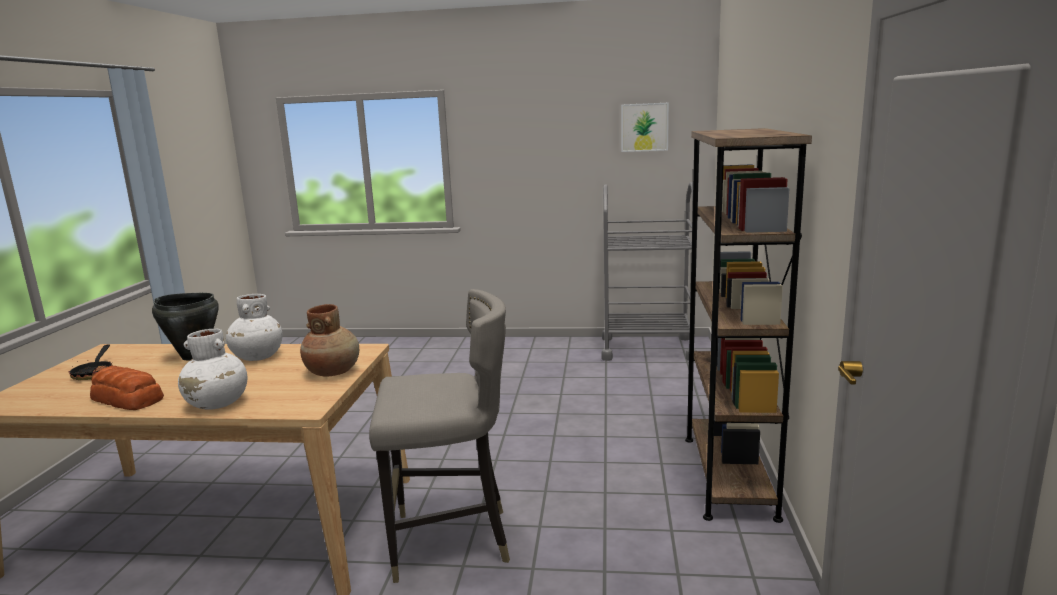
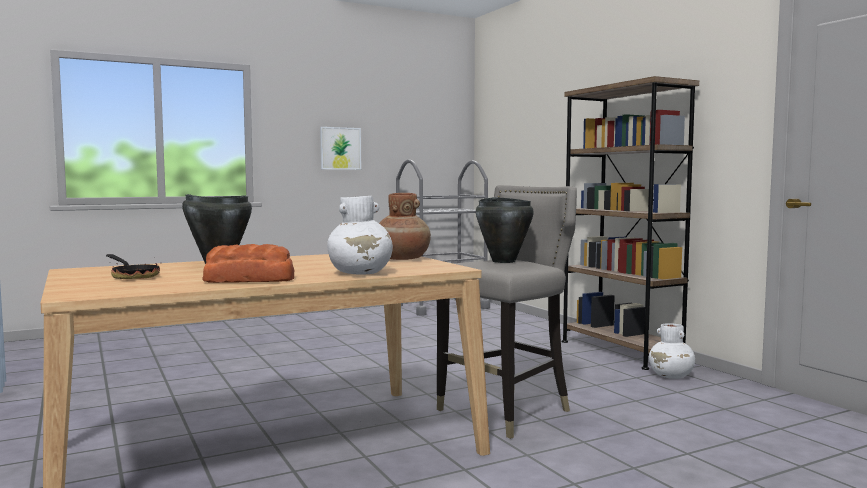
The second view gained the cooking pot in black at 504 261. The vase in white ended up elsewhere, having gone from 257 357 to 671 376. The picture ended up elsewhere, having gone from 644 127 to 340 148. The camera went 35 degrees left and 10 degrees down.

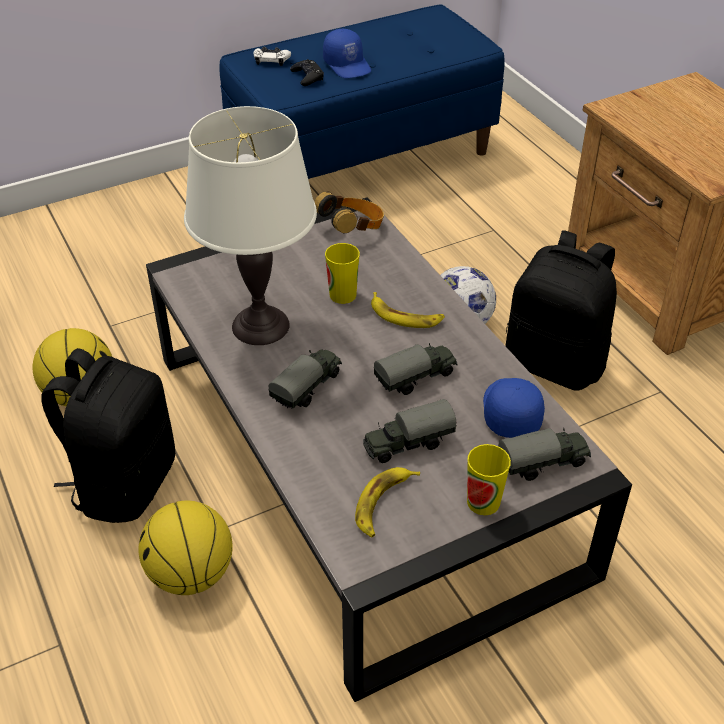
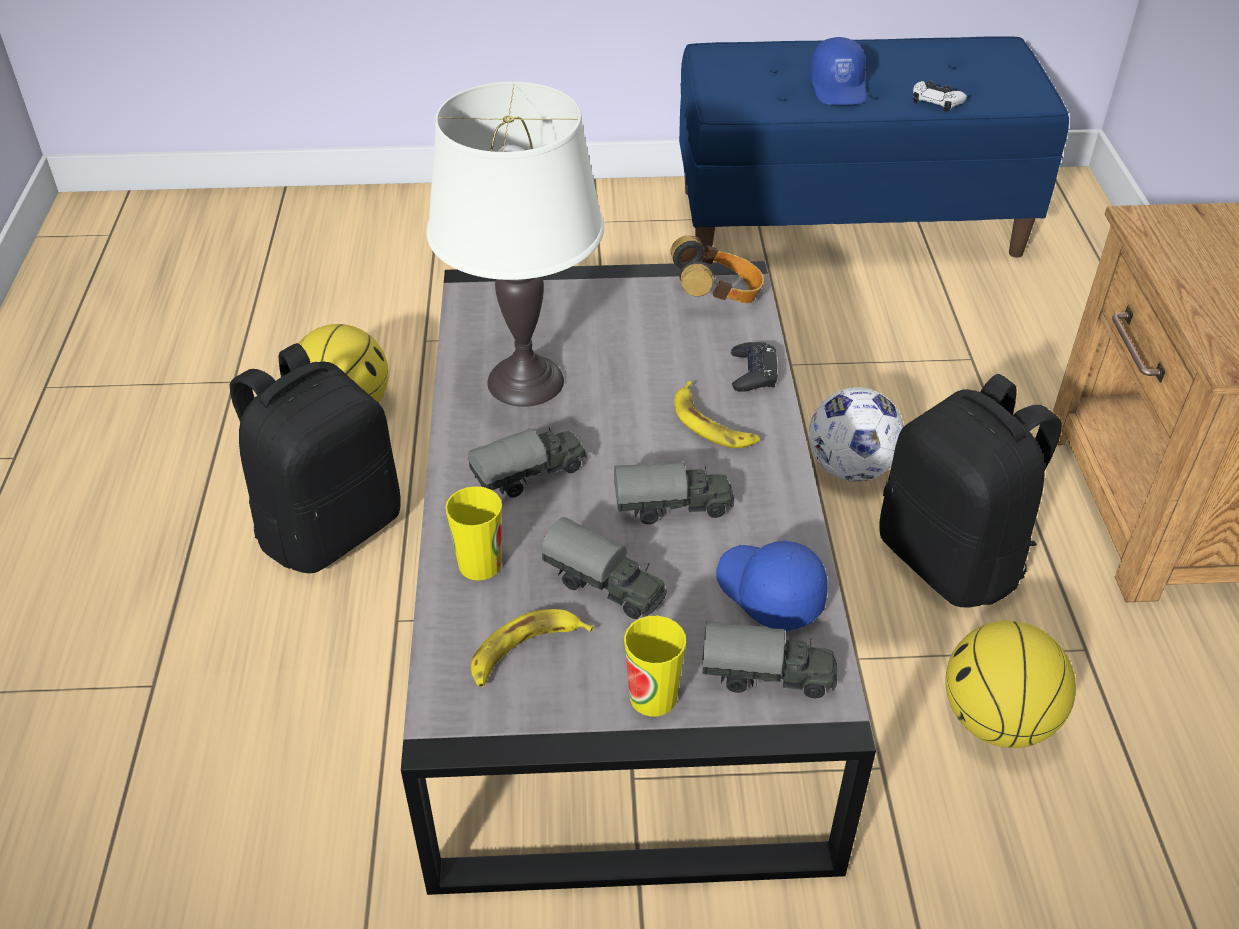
The basketball ended up elsewhere, having gone from 191 575 to 996 721. The game controller in white ended up elsewhere, having gone from 271 60 to 936 101. The game controller in black ended up elsewhere, having gone from 307 77 to 753 373. The cup ended up elsewhere, having gone from 343 295 to 480 564. The toy truck at 407 444 ended up facing another way, 150 degrees counterclockwise from before. The cap in blue at 509 412 ended up facing another way, 60 degrees counterclockwise from before. The camera went 25 degrees right and 0 degrees up.

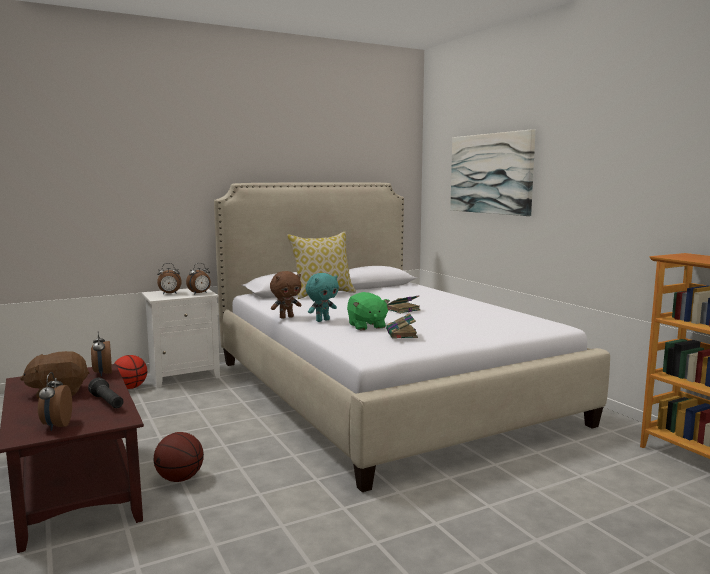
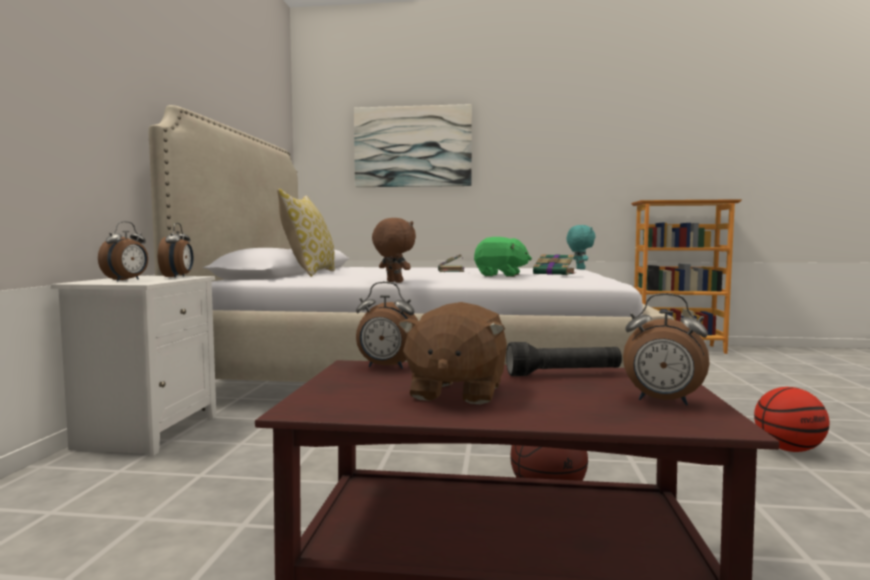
The basketball ended up elsewhere, having gone from 130 387 to 788 449. The plush toy in turquoise ended up elsewhere, having gone from 322 320 to 579 269. The plush toy in brown at 286 317 ended up facing another way, 45 degrees counterclockwise from before. The camera went 55 degrees left and 5 degrees down.

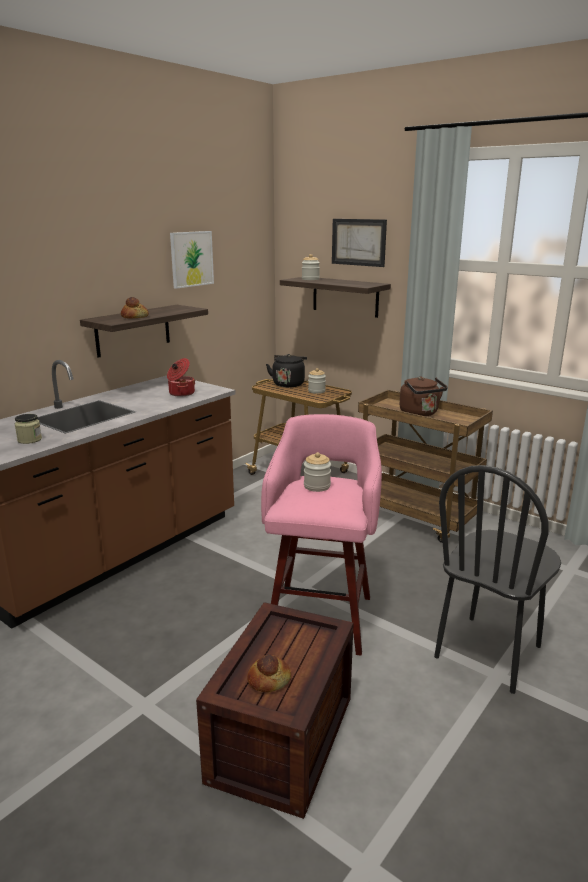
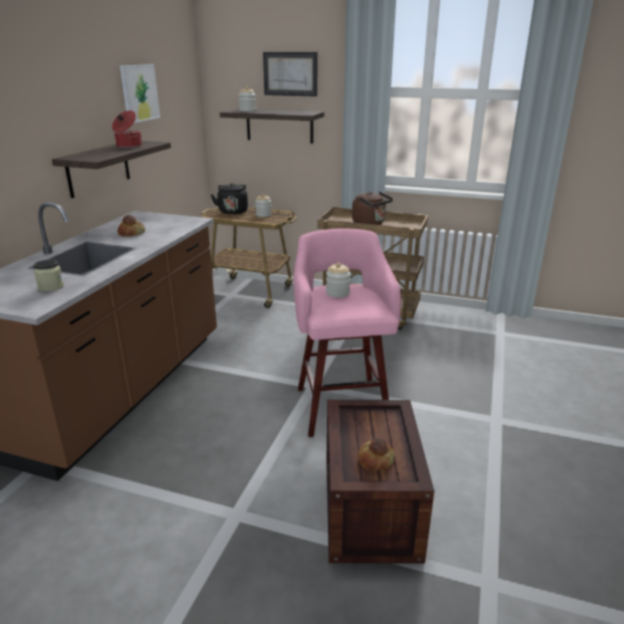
The second view lost the chair in black at 489 652. The bread ended up elsewhere, having gone from 135 317 to 131 233. The cooking pot ended up elsewhere, having gone from 181 393 to 128 146. The camera went 20 degrees left and 5 degrees up.

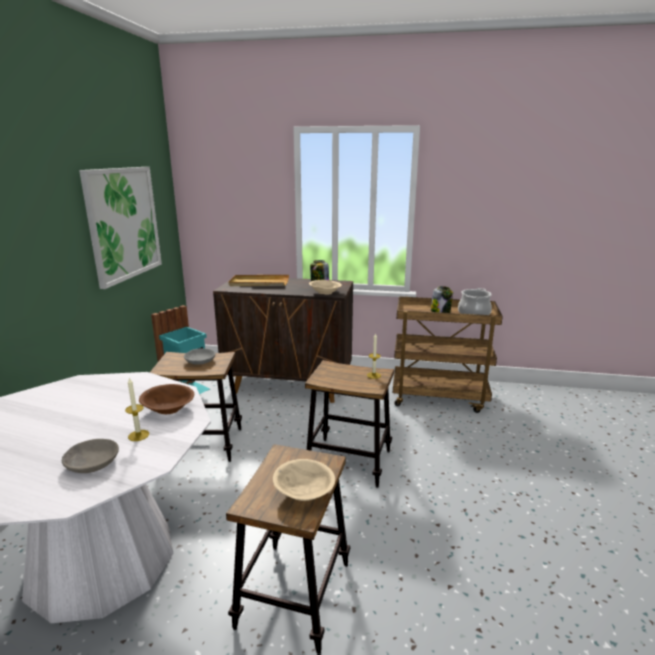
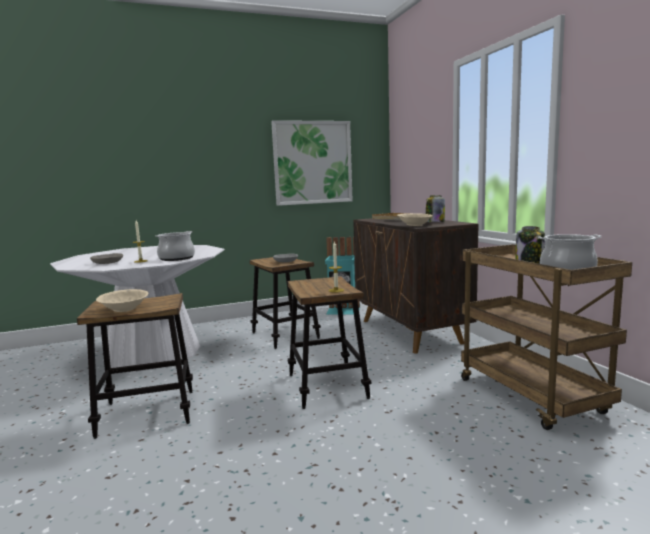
Where the bowl in brown stood at 168 409, the cooking pot came to stand at 176 258. The camera went 60 degrees right and 10 degrees down.

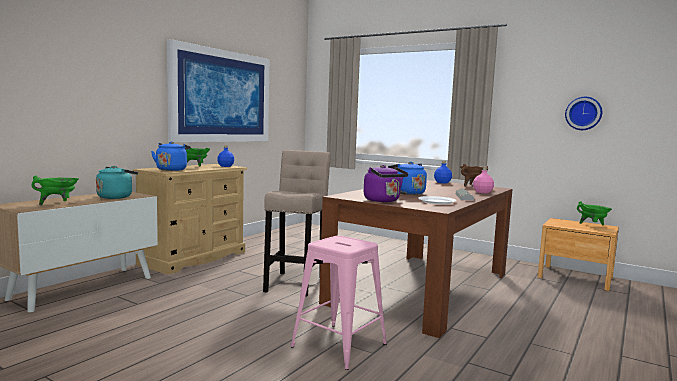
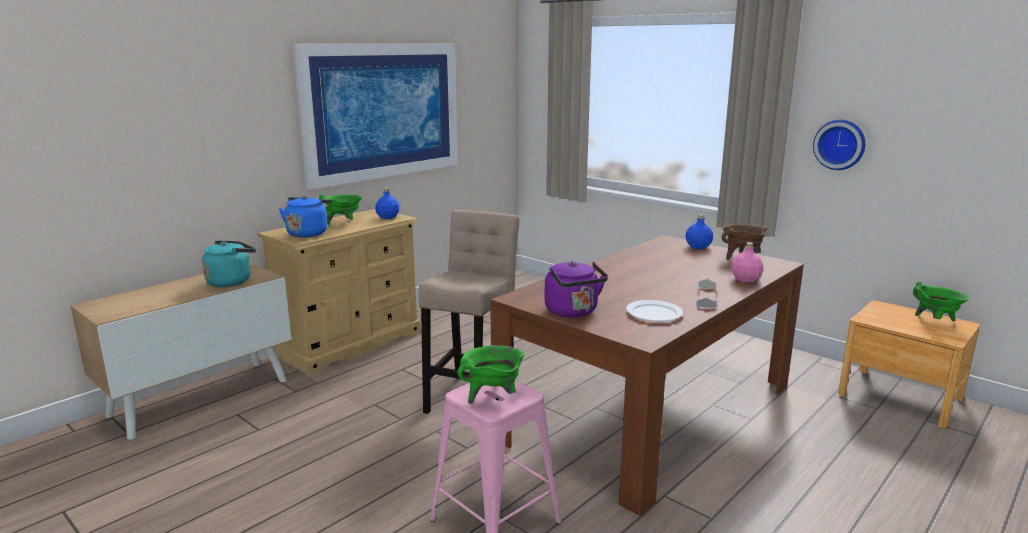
The second view lost the kettle in blue at 406 193. The cooking pot in green ended up elsewhere, having gone from 58 203 to 493 396. The wall clock ended up elsewhere, having gone from 583 113 to 840 144. The camera went 10 degrees right and 10 degrees up.

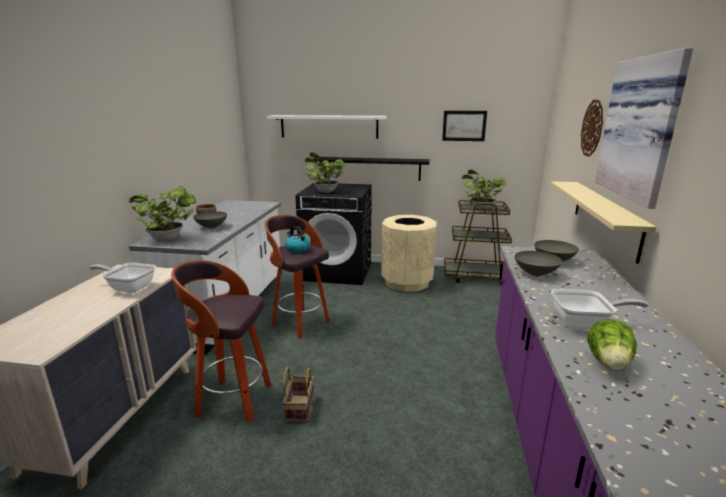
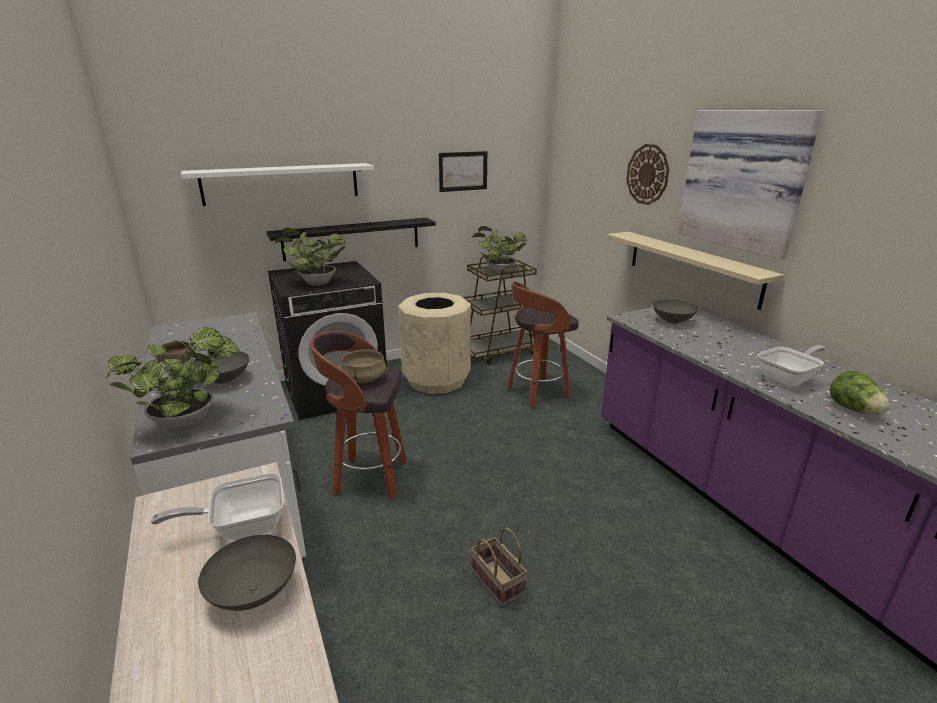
The stool ended up elsewhere, having gone from 232 400 to 536 394. The bowl in grey ended up elsewhere, having gone from 535 273 to 253 593. Where the kettle stood at 297 249, the cooking pot in beige came to stand at 364 378. The camera went 35 degrees left and 5 degrees up.

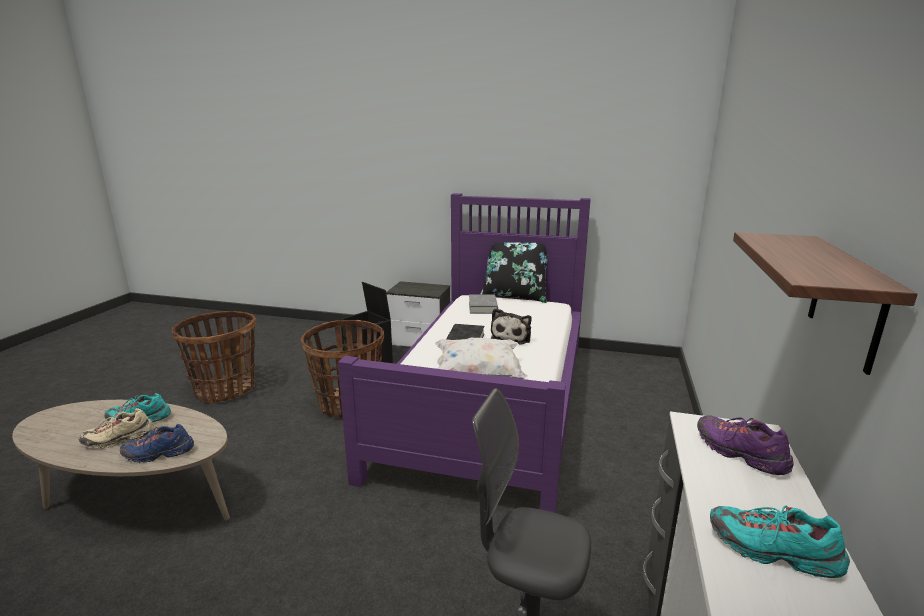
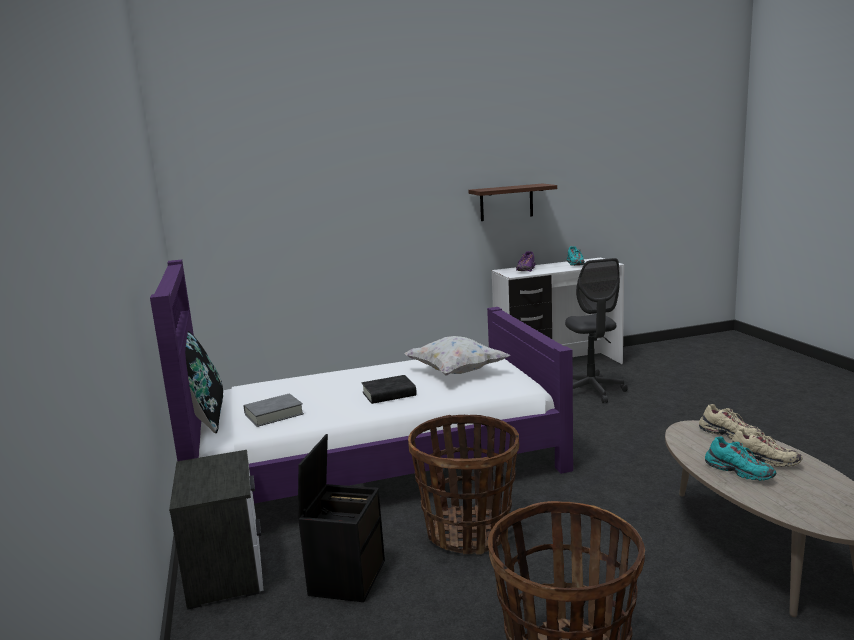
The second view lost the plush toy at 512 337. What was the shoe in blue at 159 454 turned into the shoe in beige at 729 435. The camera went 120 degrees left and 5 degrees down.

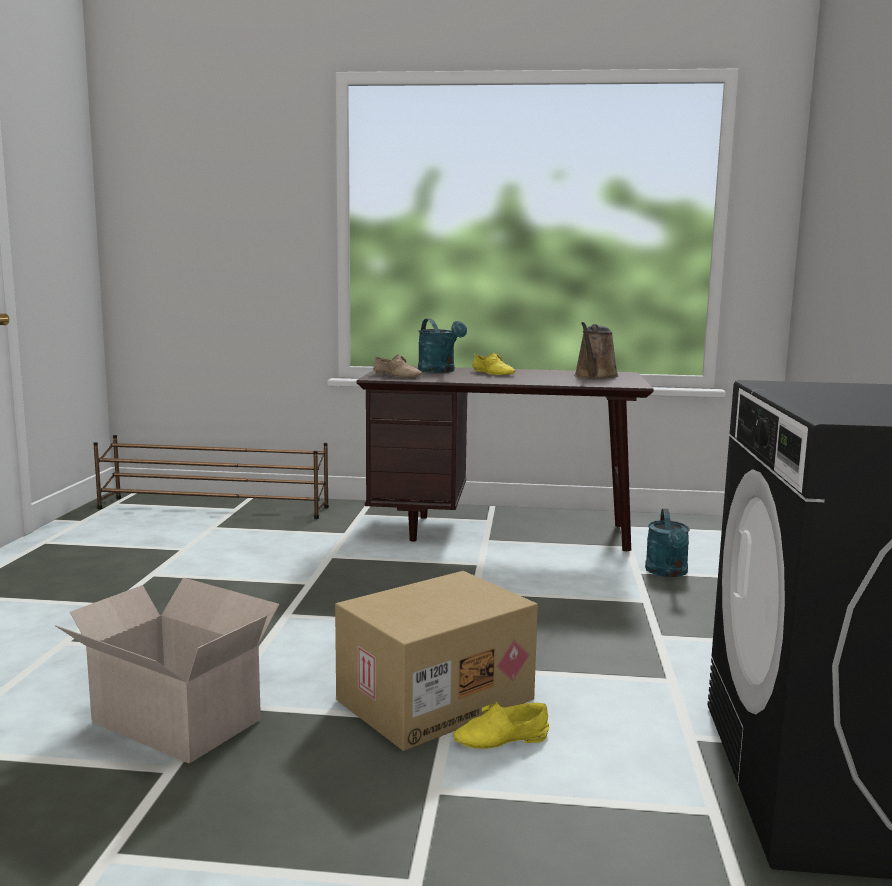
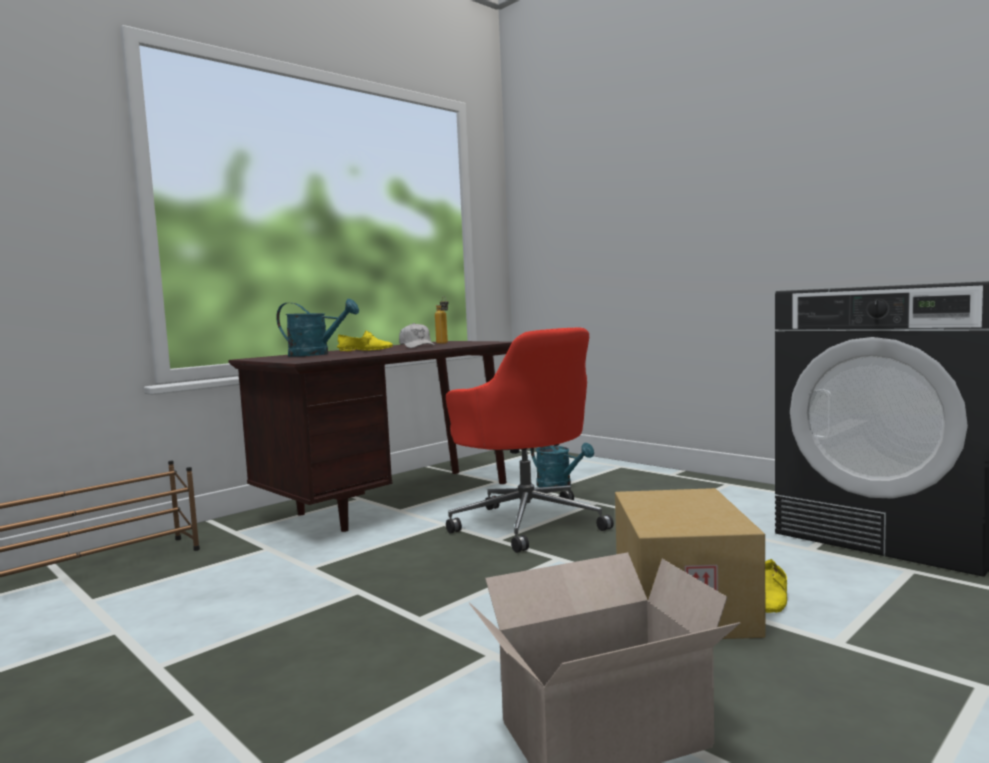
The second view lost the shoe in beige at 398 376. The second view gained the cap in white at 417 346. The second view gained the office chair in red at 527 522. Where the watering can in brown stood at 595 376, the bottle came to stand at 443 343. The camera went 50 degrees left and 5 degrees down.

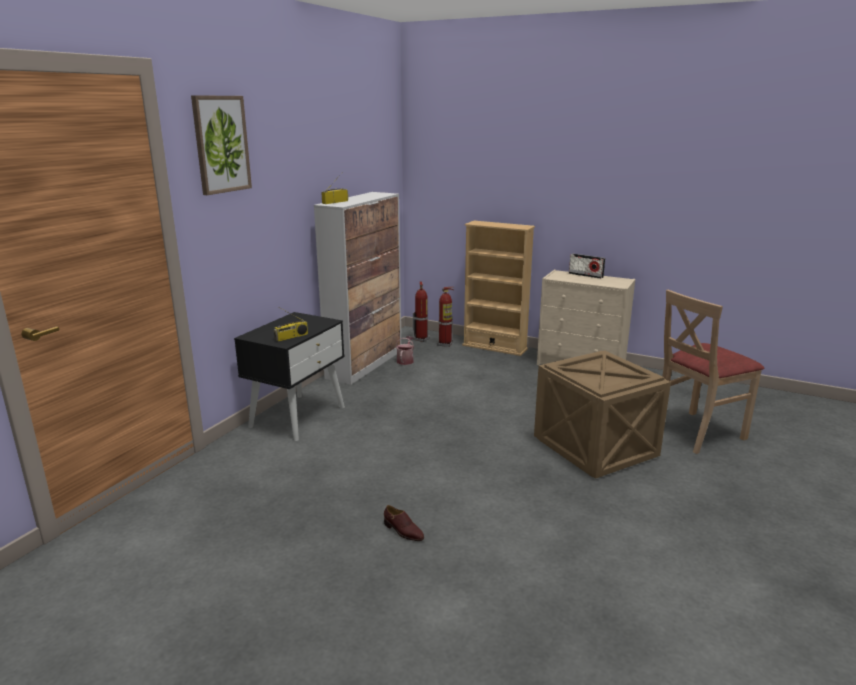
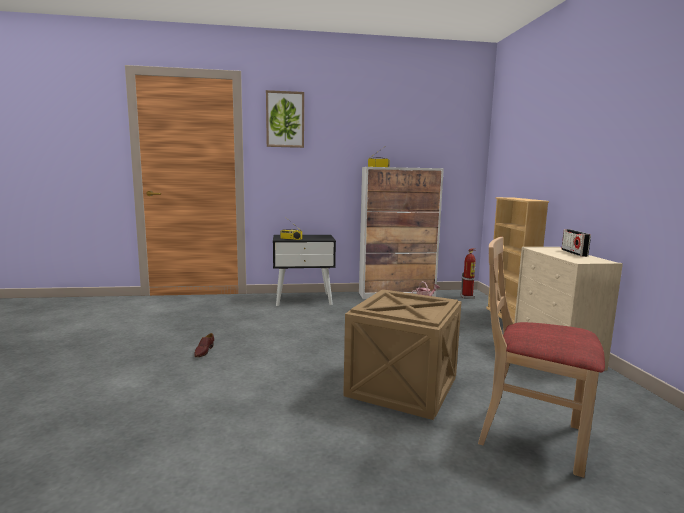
The second view lost the fire extinguisher at 445 344. The camera went 55 degrees right and 10 degrees down.

